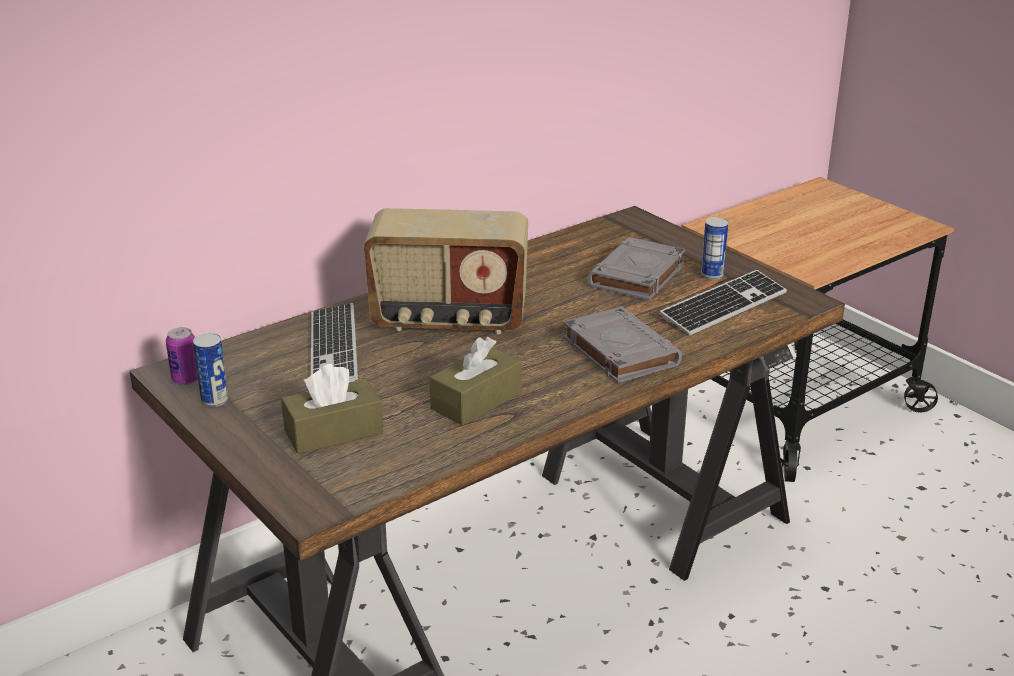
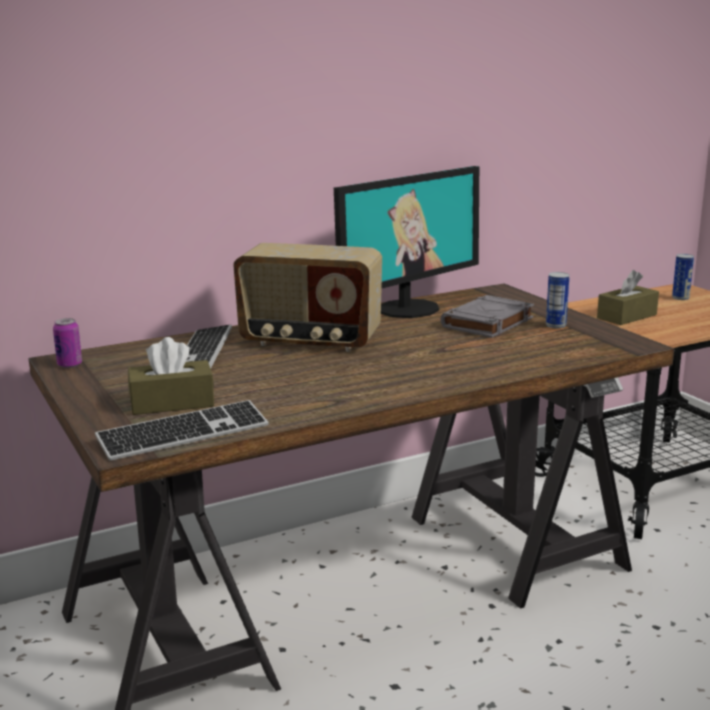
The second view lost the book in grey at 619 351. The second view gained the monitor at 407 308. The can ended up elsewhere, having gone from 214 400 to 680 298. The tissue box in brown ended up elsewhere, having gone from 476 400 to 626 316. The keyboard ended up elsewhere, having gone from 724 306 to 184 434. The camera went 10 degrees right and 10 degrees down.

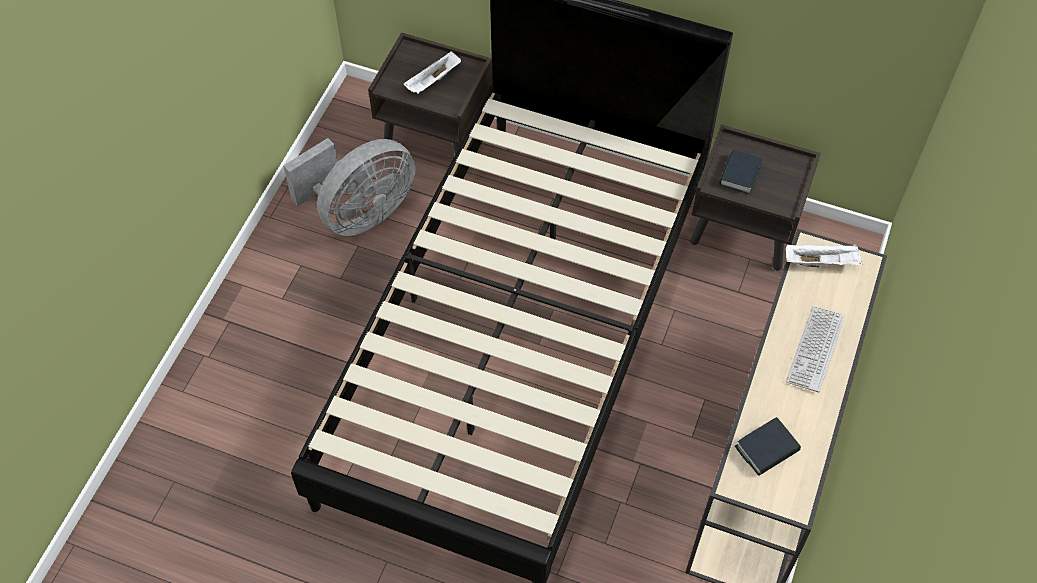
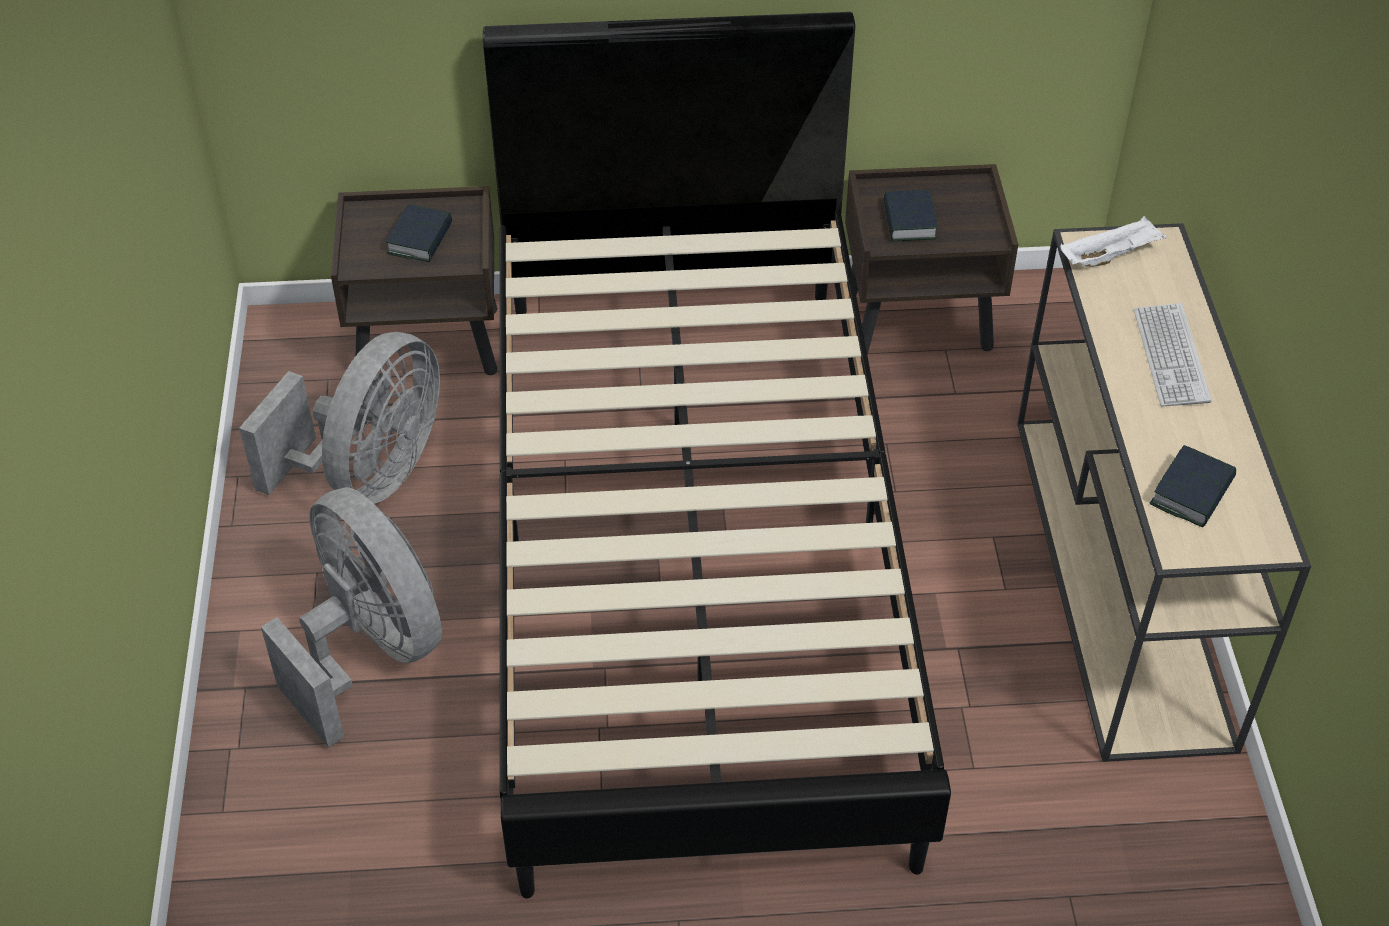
The second view gained the fan in grey at 369 650. Where the tray in white stood at 433 81, the book came to stand at 420 239. The camera went 25 degrees left and 10 degrees down.

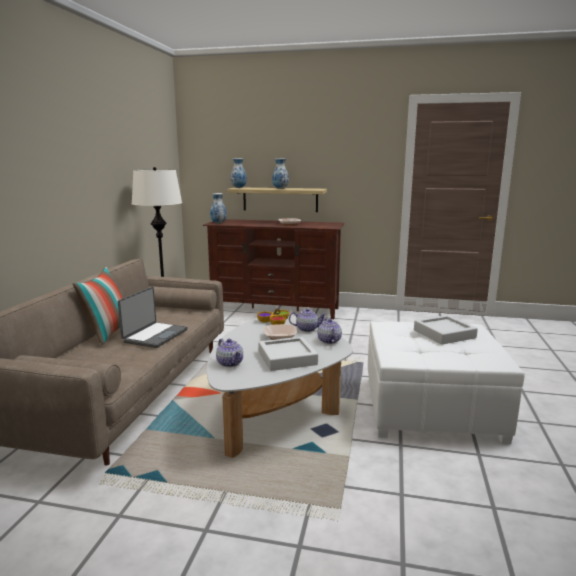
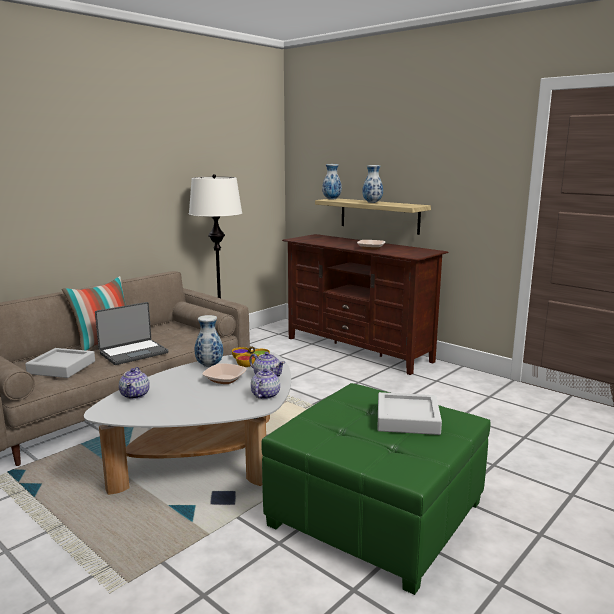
The vase ended up elsewhere, having gone from 218 223 to 209 365. The tray in grey ended up elsewhere, having gone from 287 358 to 62 367. What was the ottoman in white at 430 408 turned into the ottoman in green at 375 514. The camera went 30 degrees right and 0 degrees up.

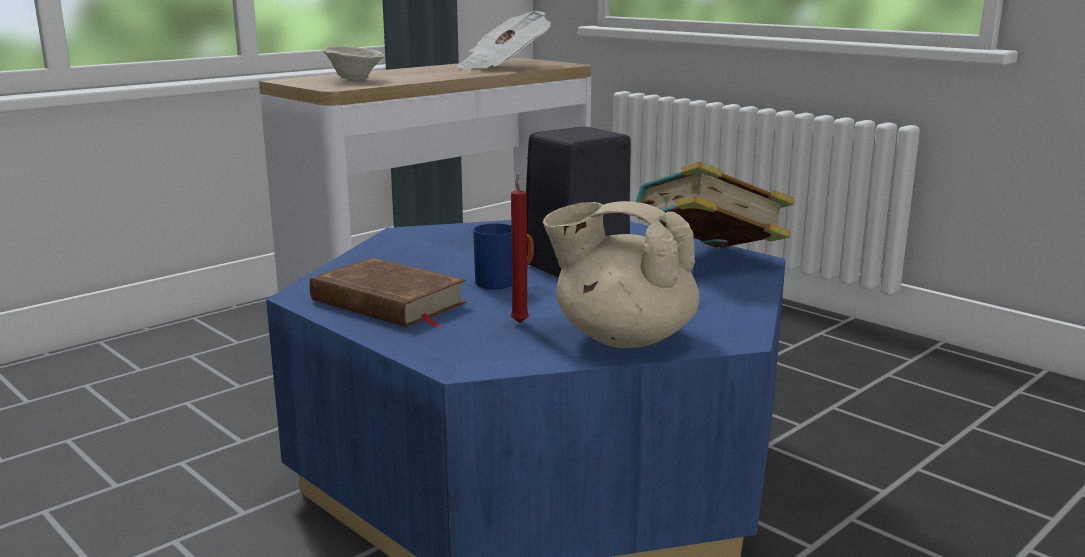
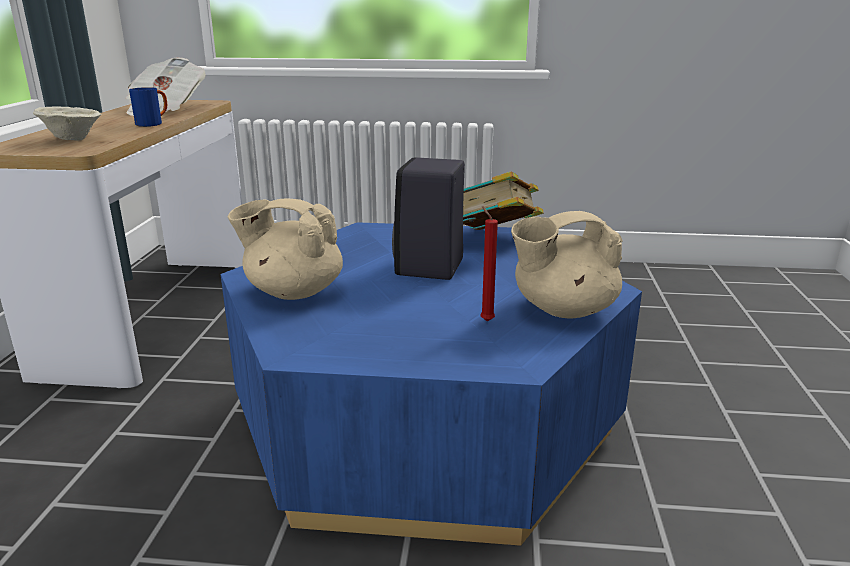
The second view lost the book in brown at 388 302. The second view gained the teapot in beige at 293 292. The mug in blue ended up elsewhere, having gone from 504 283 to 153 123. The camera went 40 degrees left and 5 degrees up.

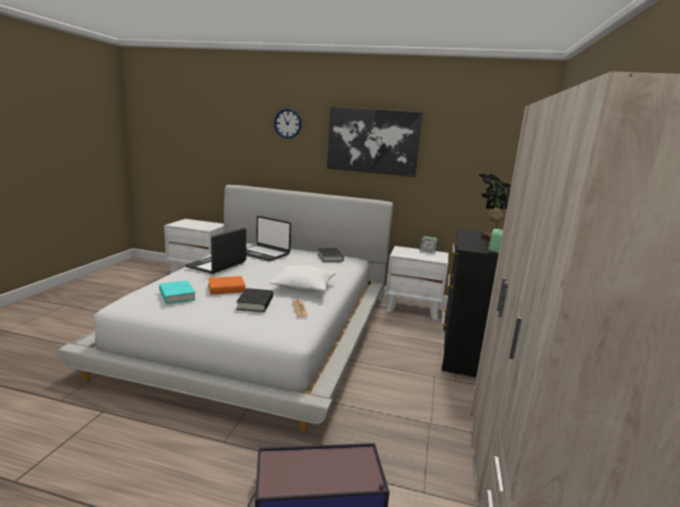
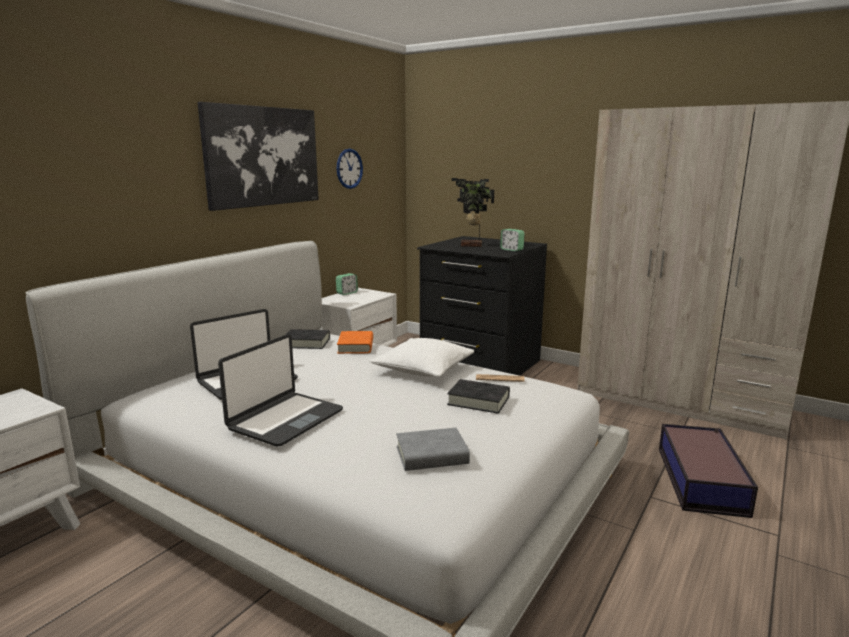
The book in orange ended up elsewhere, having gone from 226 289 to 356 346. The wall clock ended up elsewhere, having gone from 287 123 to 349 168. What was the book in turquoise at 177 295 turned into the book in grey at 432 455. The laptop at 217 265 ended up facing another way, 105 degrees counterclockwise from before. The camera went 70 degrees left and 0 degrees up.

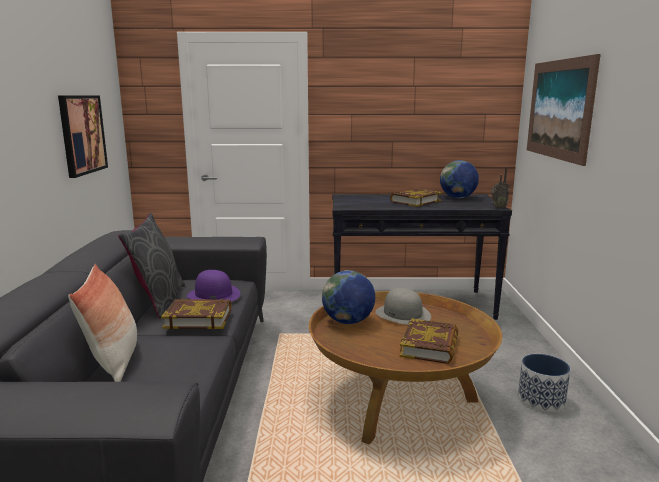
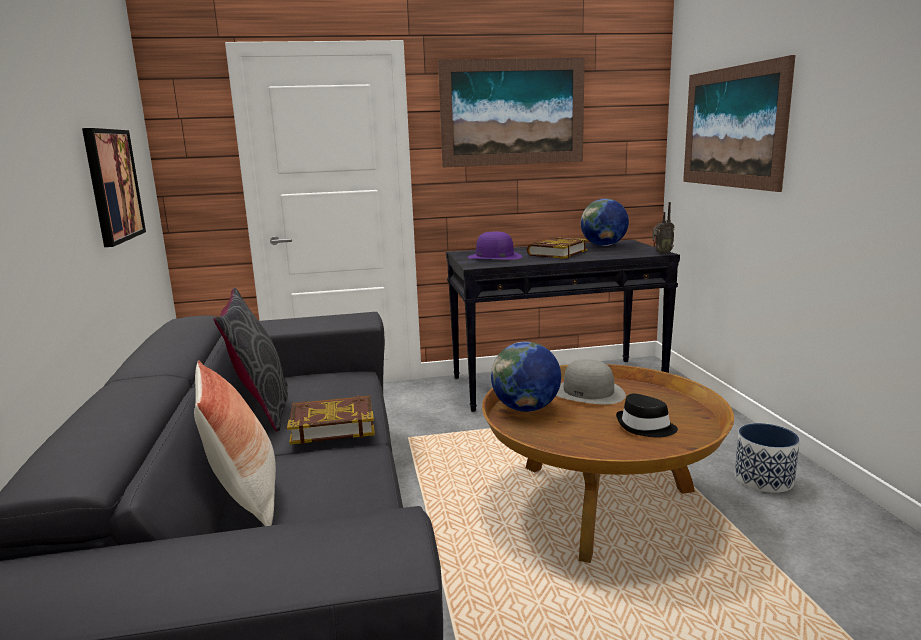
The second view gained the picture at 512 112. The hat in purple ended up elsewhere, having gone from 213 295 to 494 257. Where the book stood at 430 346, the hat in black came to stand at 645 427. The camera went 10 degrees left and 0 degrees up.

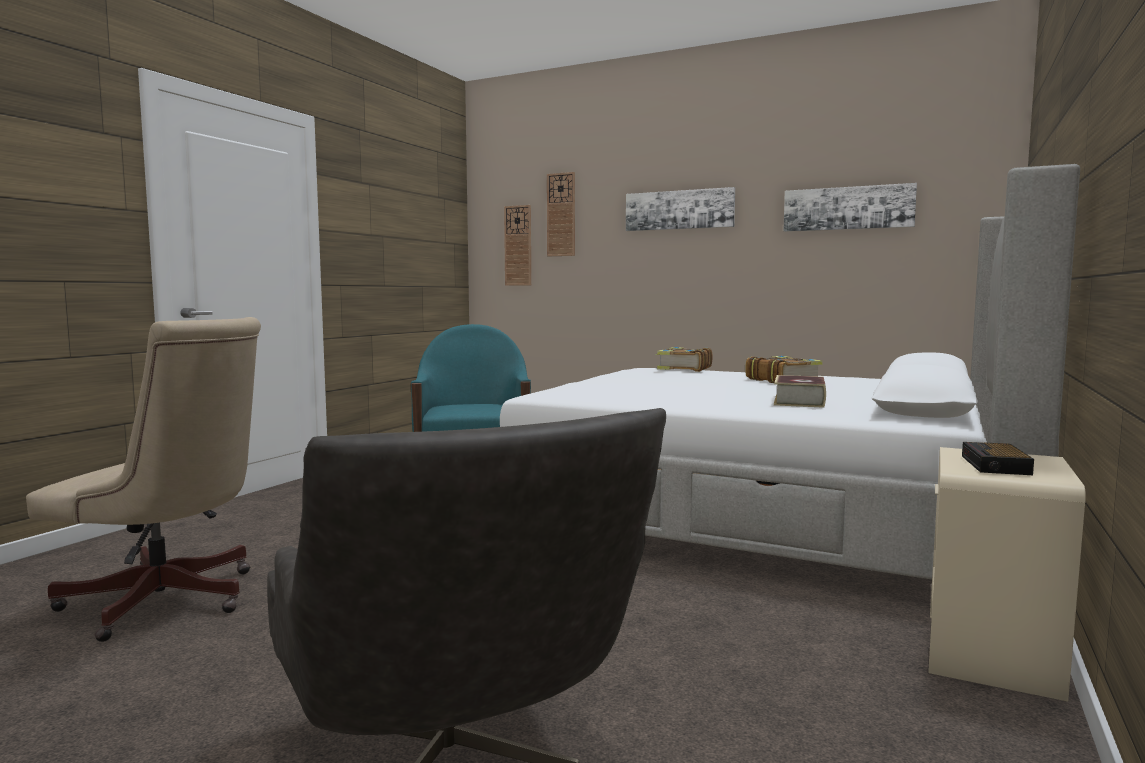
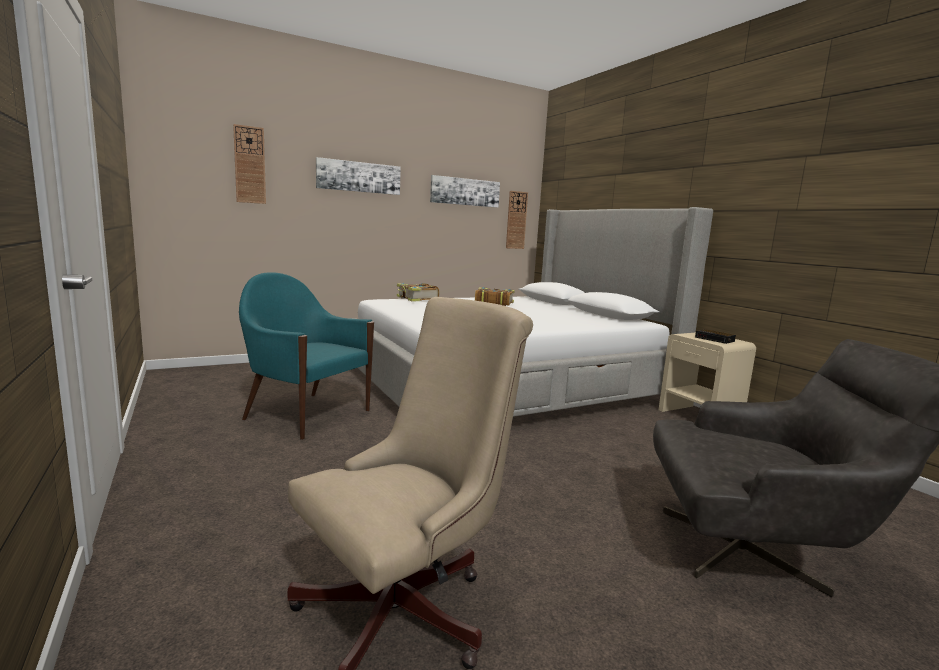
The second view lost the book at 799 401. The wall clock ended up elsewhere, having gone from 518 245 to 516 220. The camera went 55 degrees left and 5 degrees up.

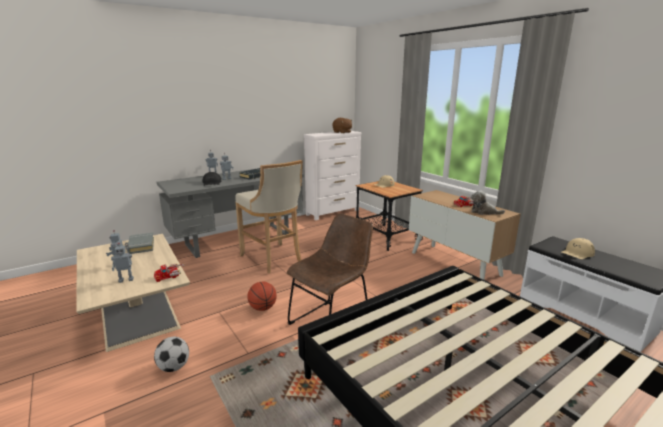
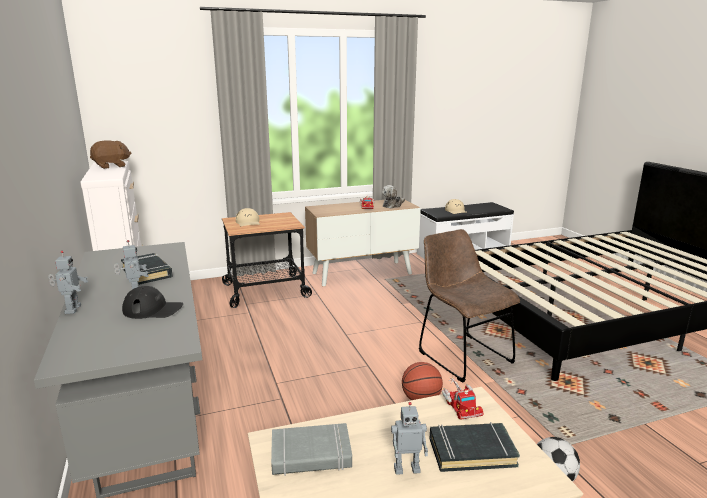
The second view lost the stool in beige at 273 259. Where the toy robot stood at 126 280, the book in black came to stand at 471 451. The camera went 75 degrees left and 0 degrees up.

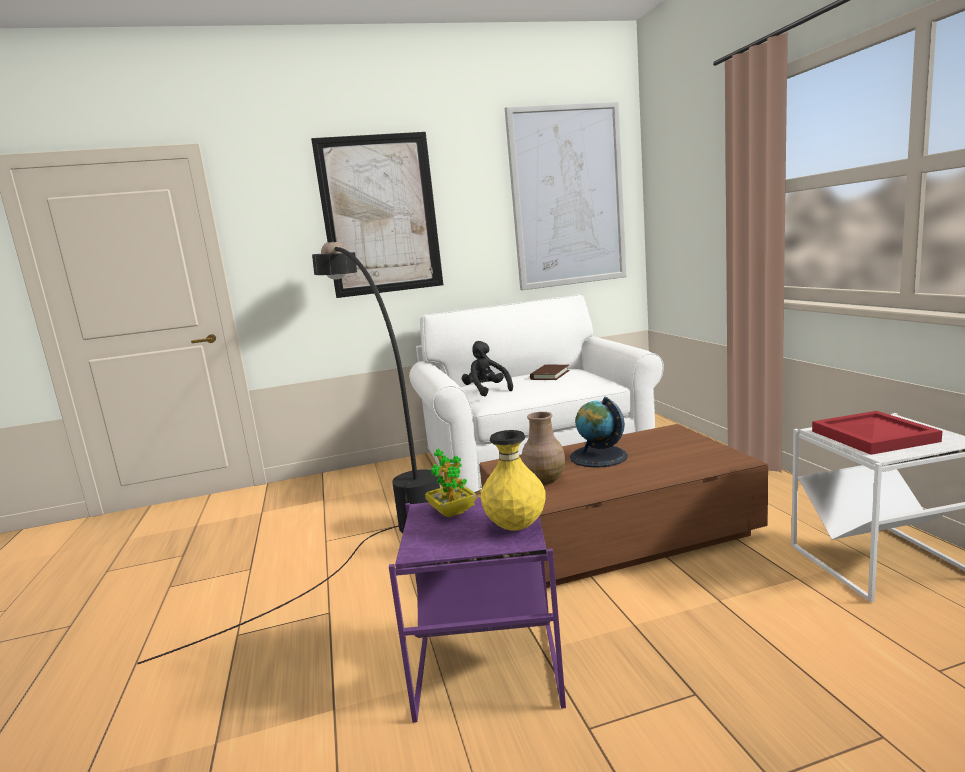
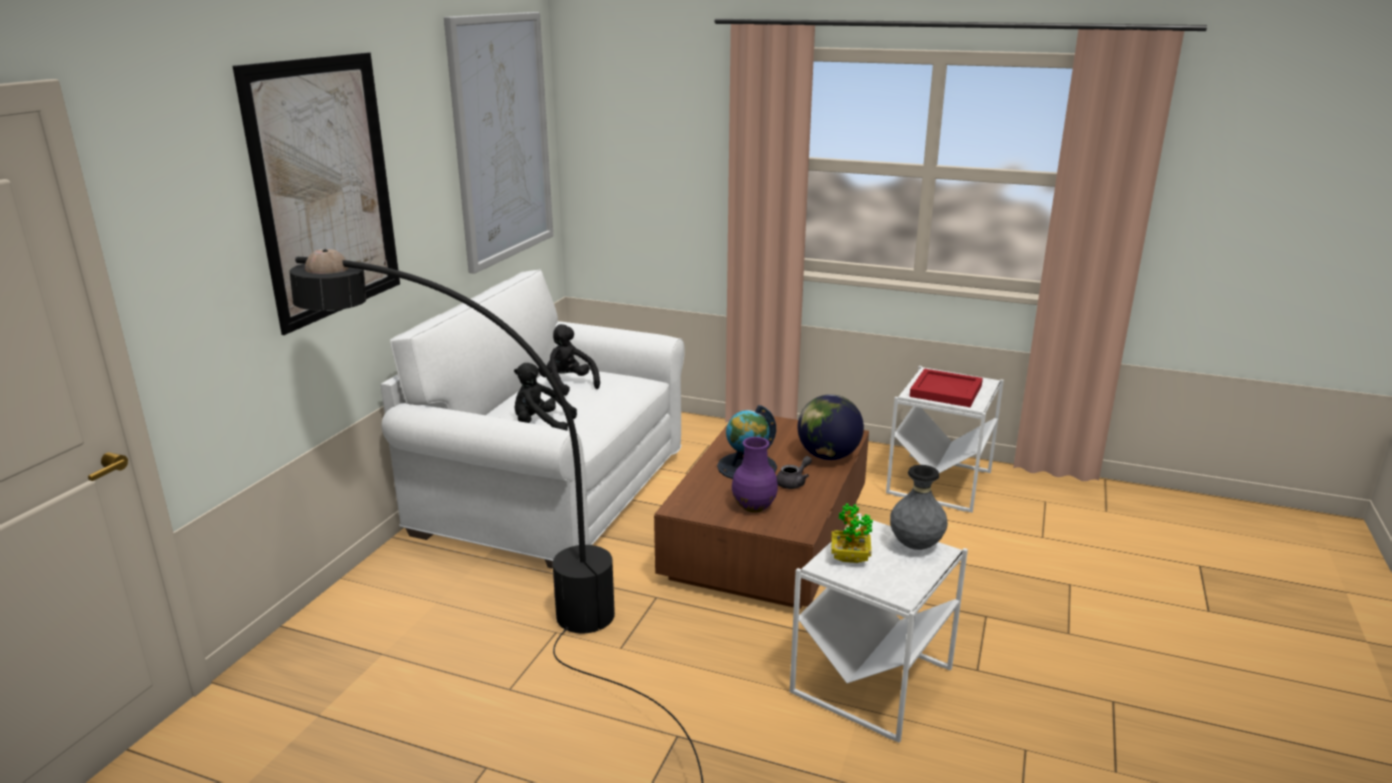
The second view gained the teapot in grey at 793 483. The second view gained the globe at 828 456. Where the book in brown stood at 550 375, the plush toy in black came to stand at 568 385. What was the side table in purple at 489 668 turned into the side table in white at 873 681. What was the vase in yellow at 516 527 turned into the vase in grey at 915 546. What was the vase in brown at 544 480 turned into the vase in purple at 753 506. The camera went 55 degrees left and 10 degrees up.

